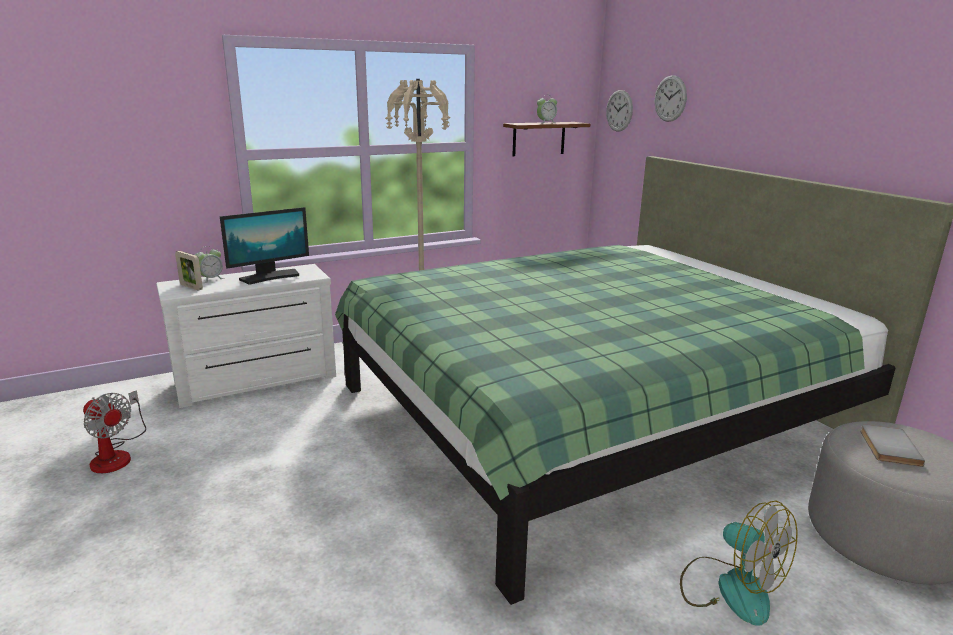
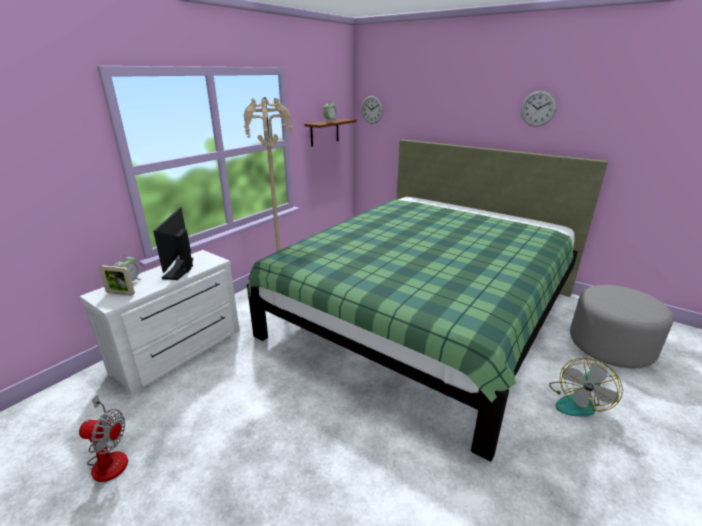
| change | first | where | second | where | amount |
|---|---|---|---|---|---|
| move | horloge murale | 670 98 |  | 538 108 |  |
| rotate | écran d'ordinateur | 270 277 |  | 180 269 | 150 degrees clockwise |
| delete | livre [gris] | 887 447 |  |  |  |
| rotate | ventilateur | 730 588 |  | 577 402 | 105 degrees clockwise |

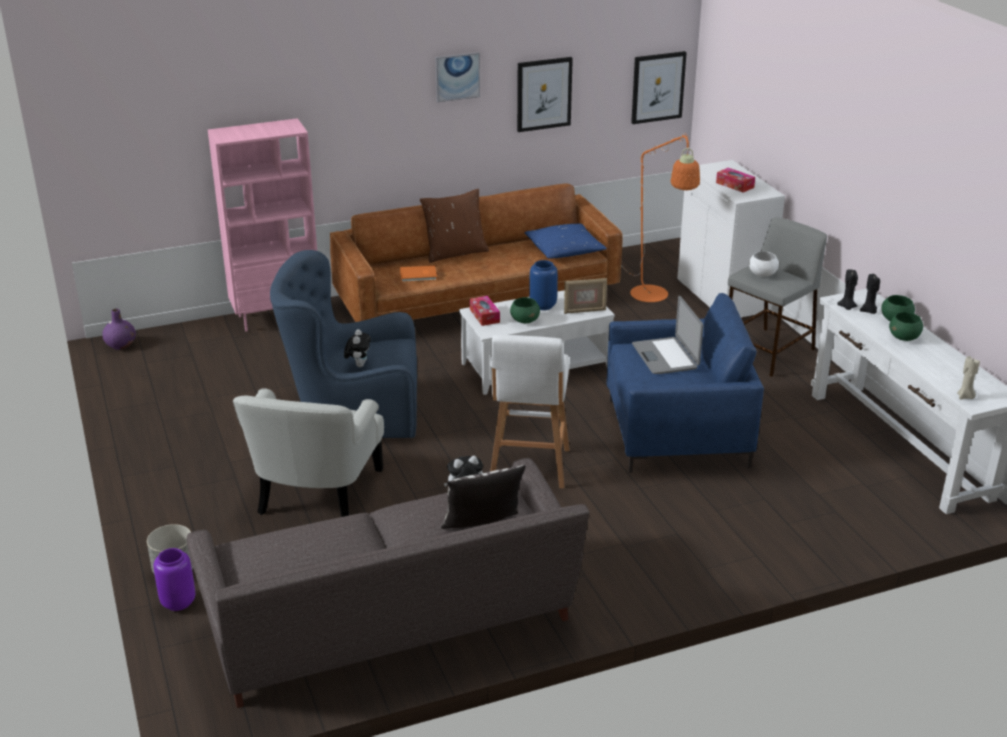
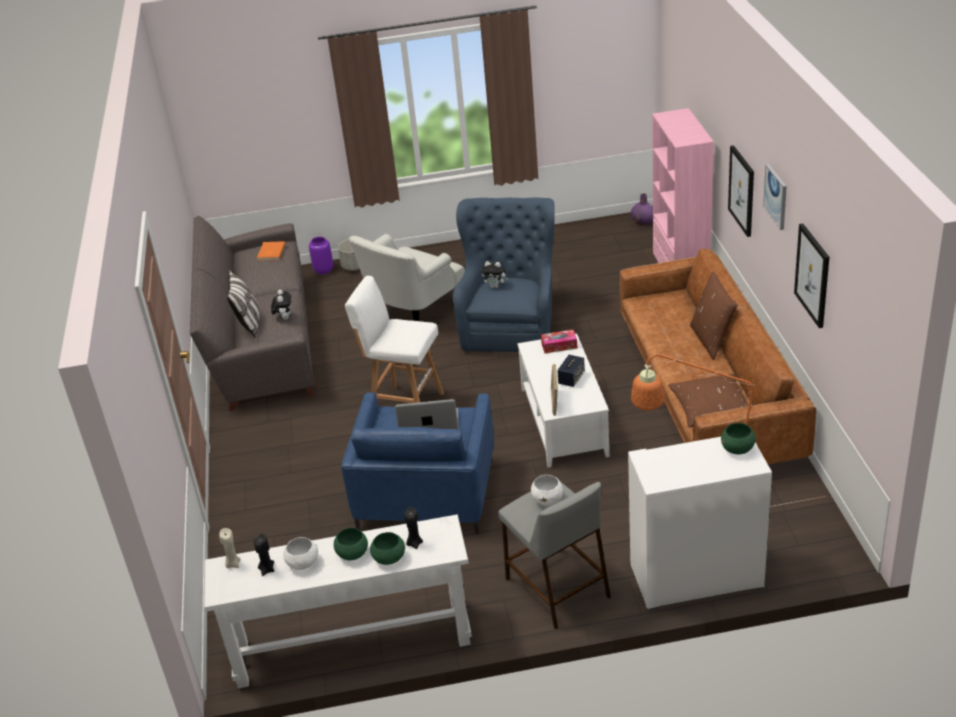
| change | first | where | second | where | amount |
|---|---|---|---|---|---|
| move | tableau | 657 87 |  | 742 190 |  |
| delete | boîte à mouchoirs | 735 185 |  |  |  |
| recolor | coussin [bleu] | 564 250 | coussin [marron] | 711 409 |  |
| replace | vase [bleu] | 542 306 | enceinte | 571 378 |  |
| move | livre [orange] | 419 275 |  | 270 252 |  |
| move | bougie [noir] | 847 307 |  | 267 569 |  |
| move | bol [vert] | 525 320 |  | 738 449 |  |
| rotate | fauteuil [blanc] | 317 492 |  | 413 312 | 75 degrees counterclockwise |
| insert |  |  | bol [blanc] | 302 563 |  |

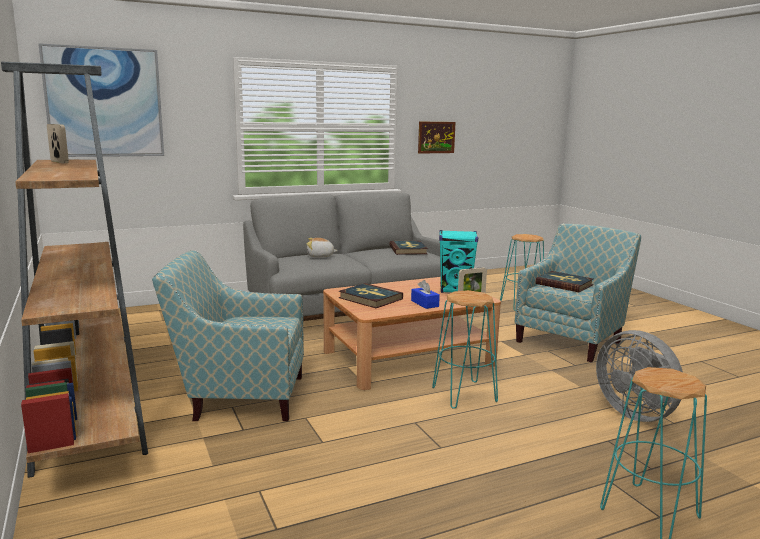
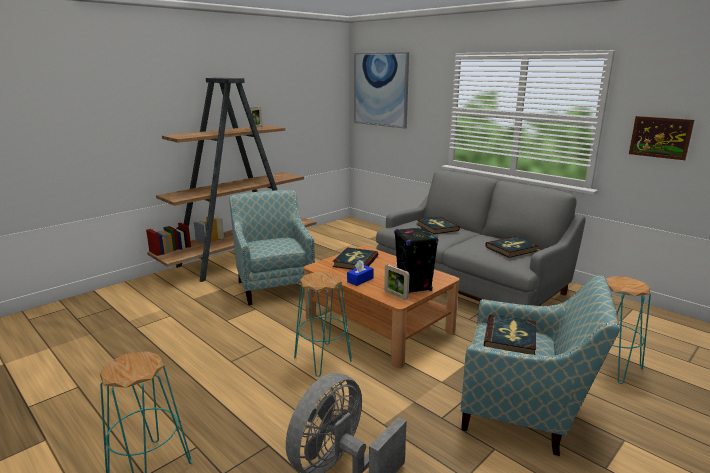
| change | first | where | second | where | amount |
|---|---|---|---|---|---|
| recolor | enceinte [turquoise] | 455 290 | enceinte [noir] | 414 286 |  |
| replace | peluche | 320 256 | livre | 437 227 |  |

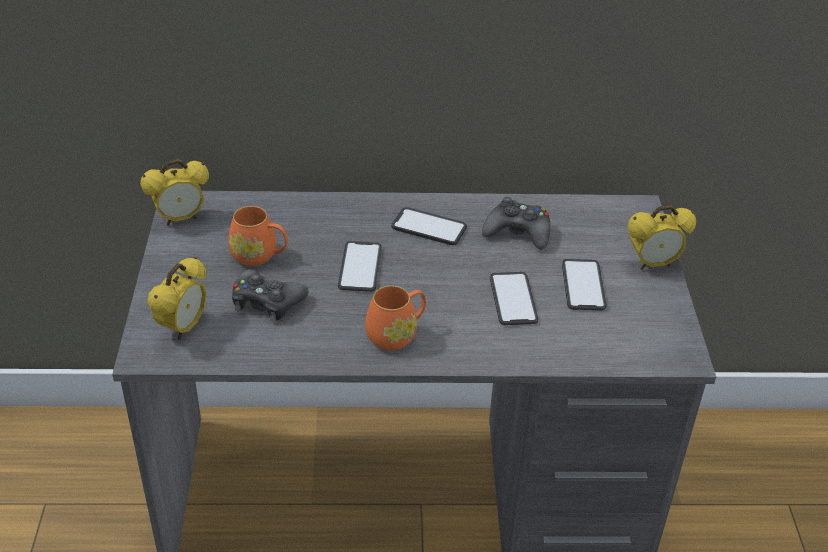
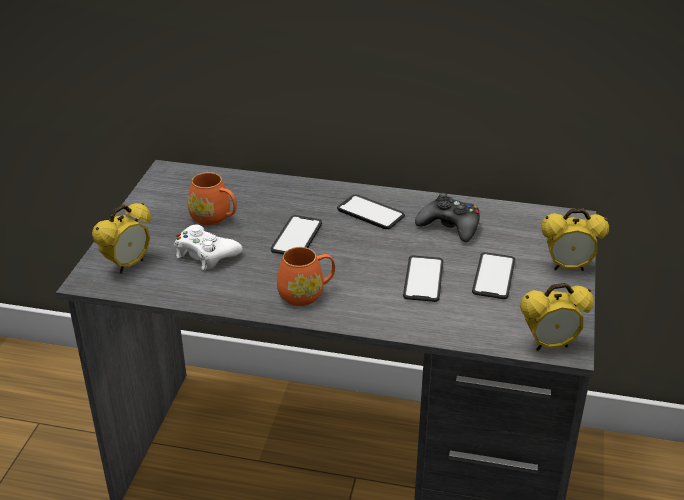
| change | first | where | second | where | amount |
|---|---|---|---|---|---|
| move | réveil | 180 219 |  | 550 345 |  |
| recolor | manette [noir] | 267 302 | manette [blanc] | 205 254 |  |

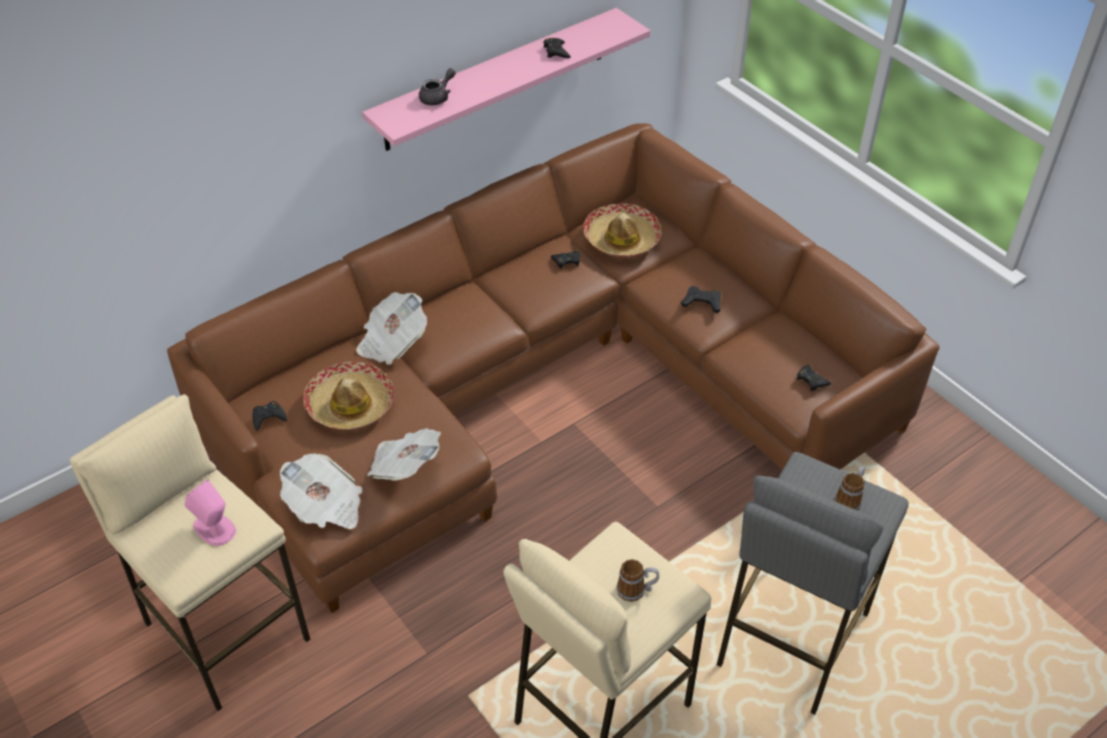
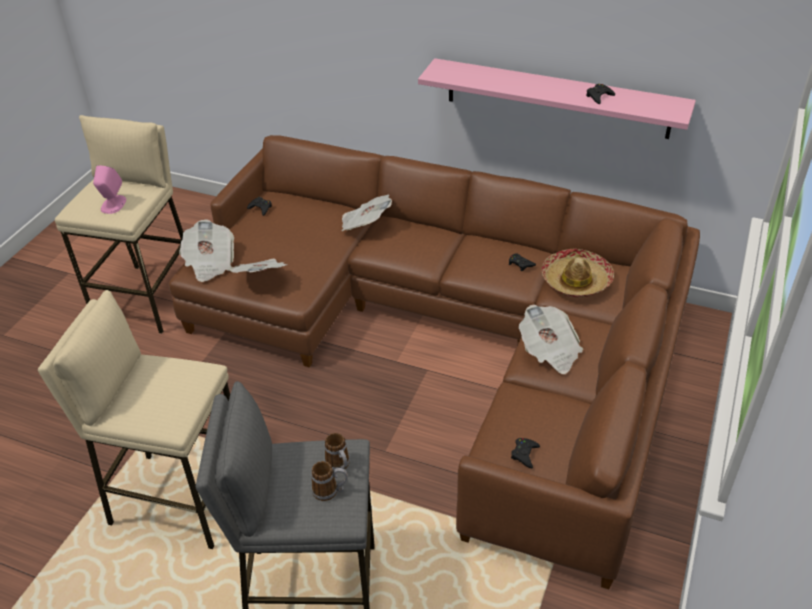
| change | first | where | second | where | amount |
|---|---|---|---|---|---|
| delete | théière [gris] | 438 97 |  |  |  |
| replace | manette [noir] | 702 302 | journal | 549 351 |  |
| delete | chapeau | 350 404 |  |  |  |
| move | mug | 636 590 |  | 339 466 |  |

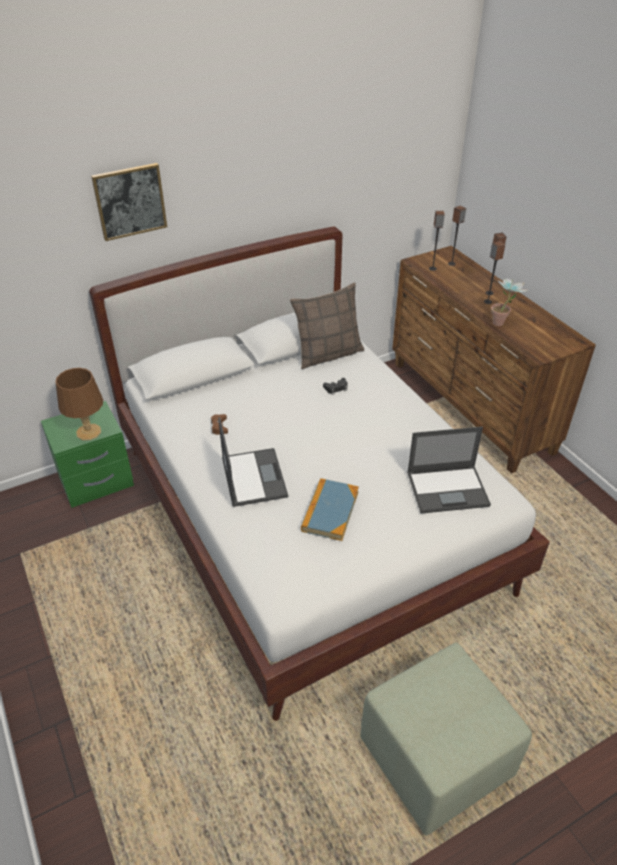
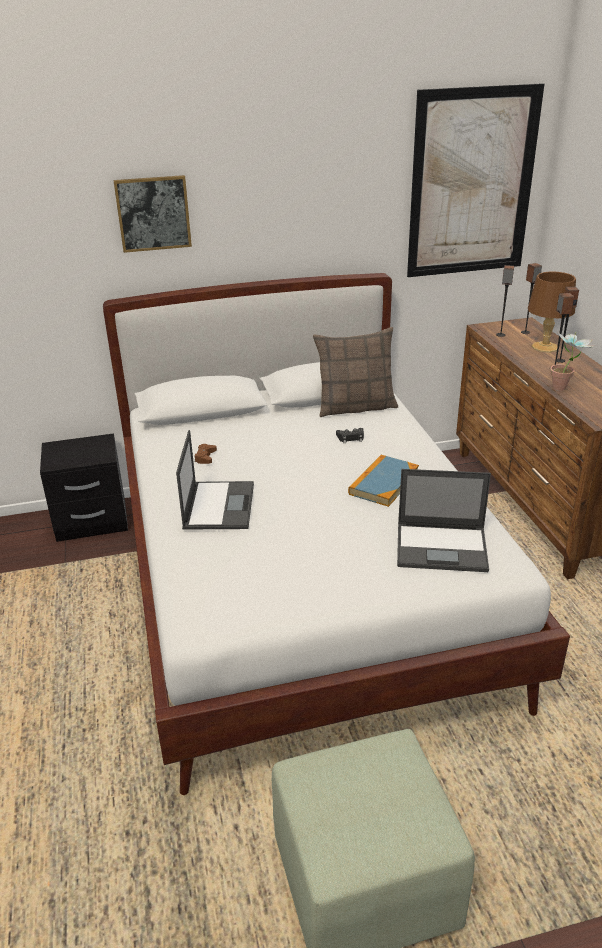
| change | first | where | second | where | amount |
|---|---|---|---|---|---|
| move | lampe de table [marron] | 88 432 |  | 544 347 |  |
| recolor | table de chevet [vert] | 96 482 | table de chevet [noir] | 92 522 |  |
| move | livre | 330 511 |  | 383 483 |  |
| insert |  |  | tableau | 472 184 |  |

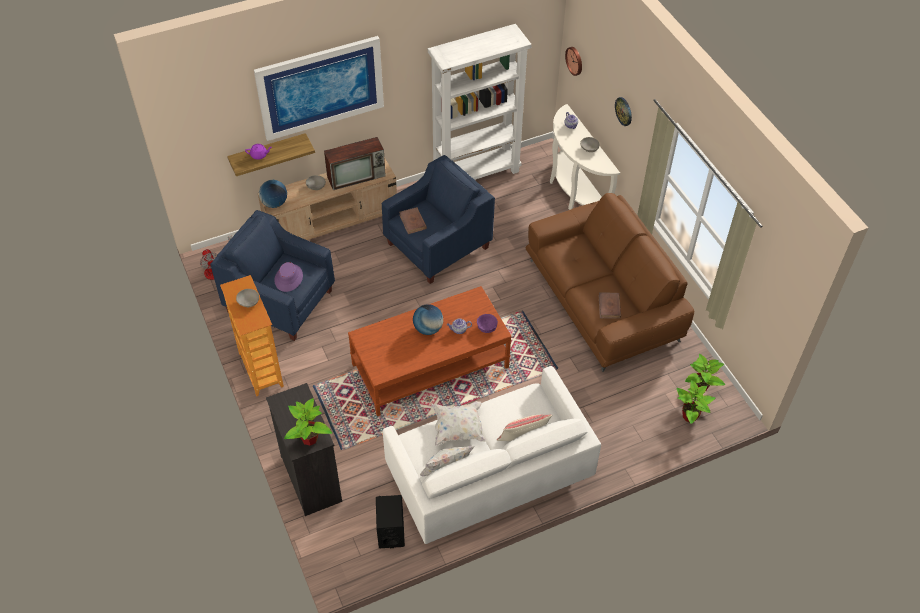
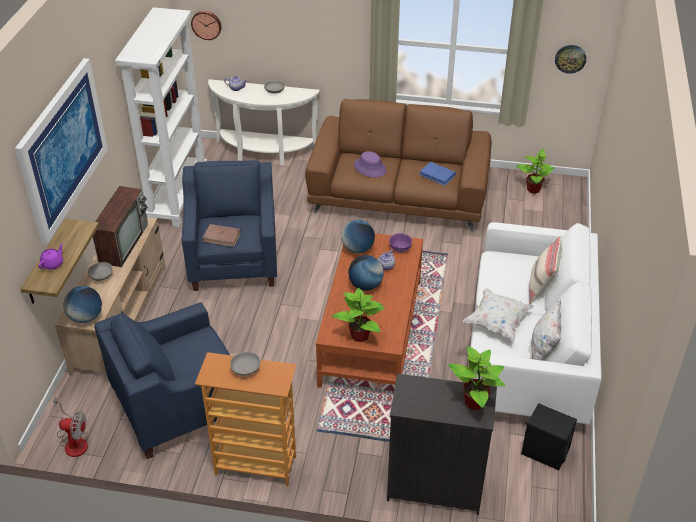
| change | first | where | second | where | amount |
|---|---|---|---|---|---|
| move | horloge murale | 624 111 |  | 570 58 |  |
| move | chapeau [violet] | 289 278 |  | 370 168 |  |
| recolor | livre [marron] | 609 307 | livre [bleu] | 437 175 |  |
| move | plante en pot | 690 417 |  | 360 336 |  |
| insert |  |  | globe | 357 249 |  |

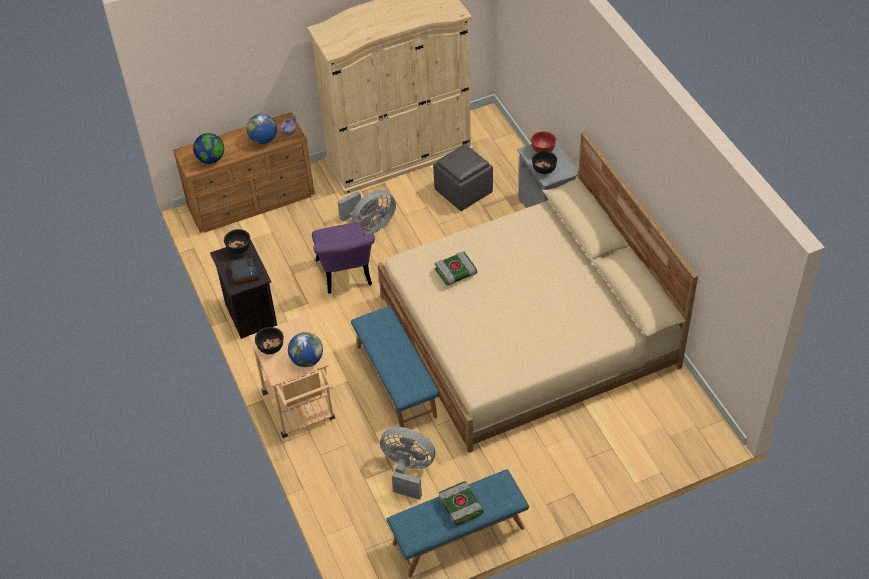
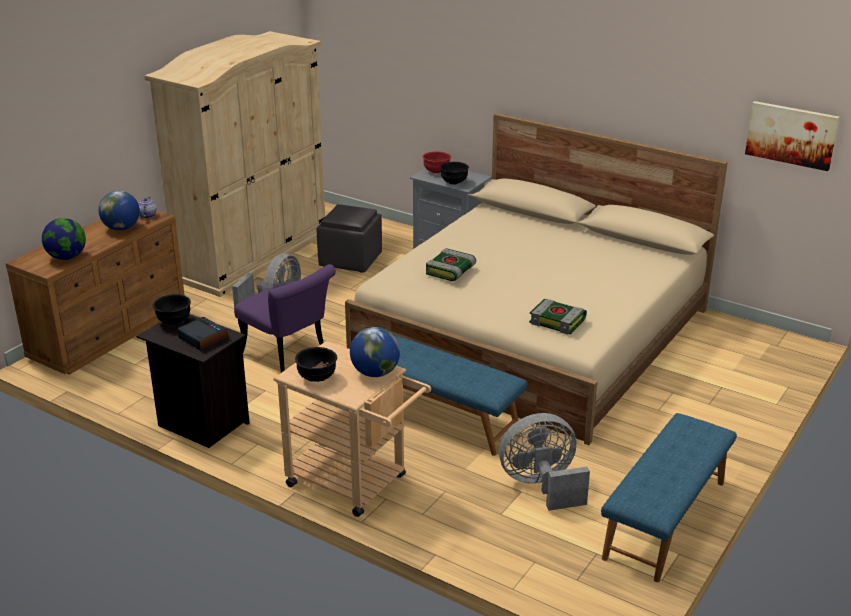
| change | first | where | second | where | amount |
|---|---|---|---|---|---|
| move | livre | 461 506 |  | 558 321 |  |
| insert |  |  | tableau | 791 135 |  |

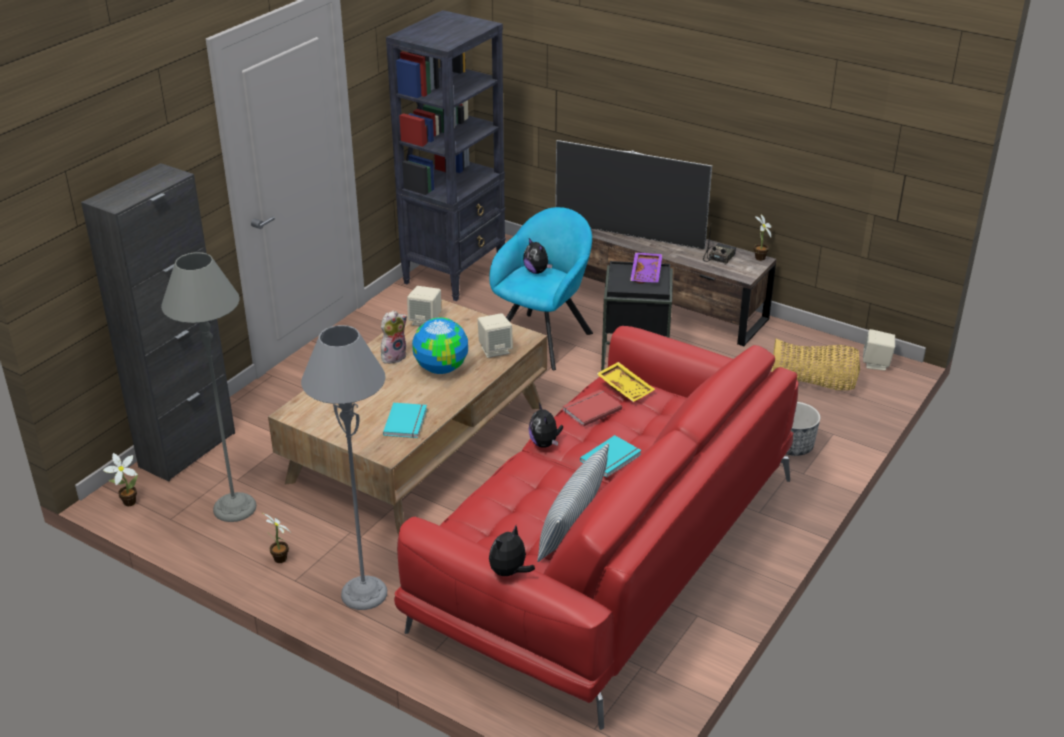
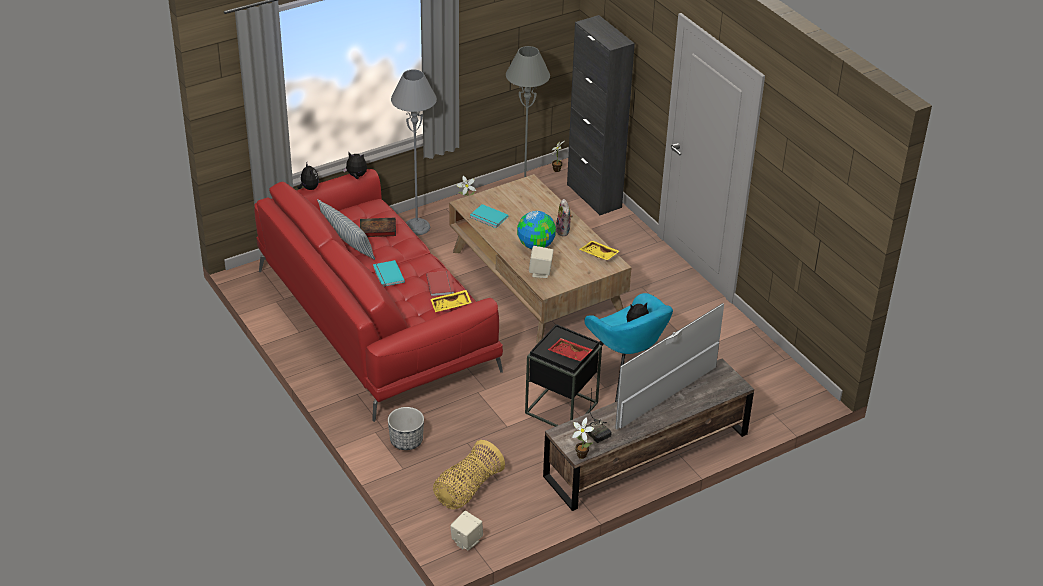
| change | first | where | second | where | amount |
|---|---|---|---|---|---|
| delete | bibliothèque [noir] | 455 274 |  |  |  |
| recolor | plateau [violet] | 647 273 | plateau [rouge] | 569 354 |  |
| replace | enceinte [beige] | 425 321 | plateau [jaune] | 598 255 |  |
| move | peluche | 545 444 |  | 356 176 |  |
| insert |  |  | livre | 377 230 |  |

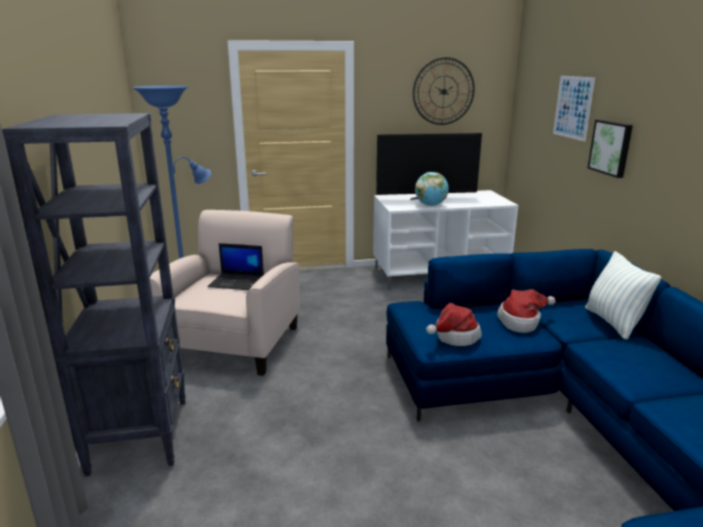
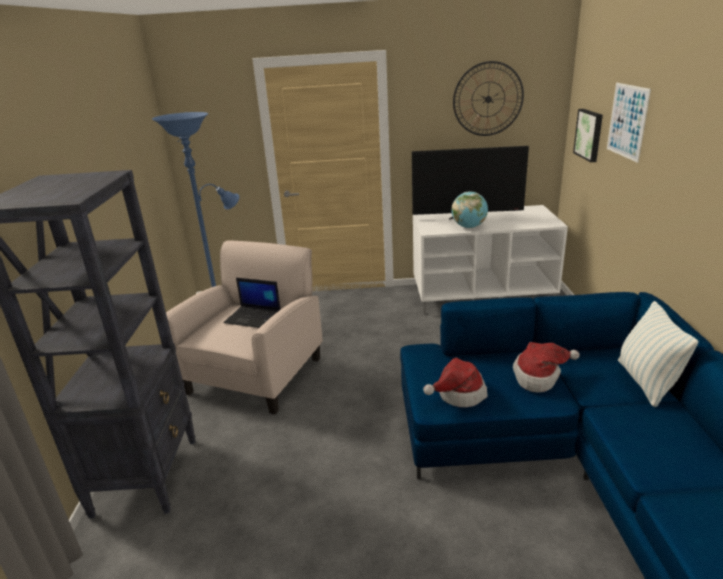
| change | first | where | second | where | amount |
|---|---|---|---|---|---|
| move | tableau | 611 147 |  | 589 134 |  |

